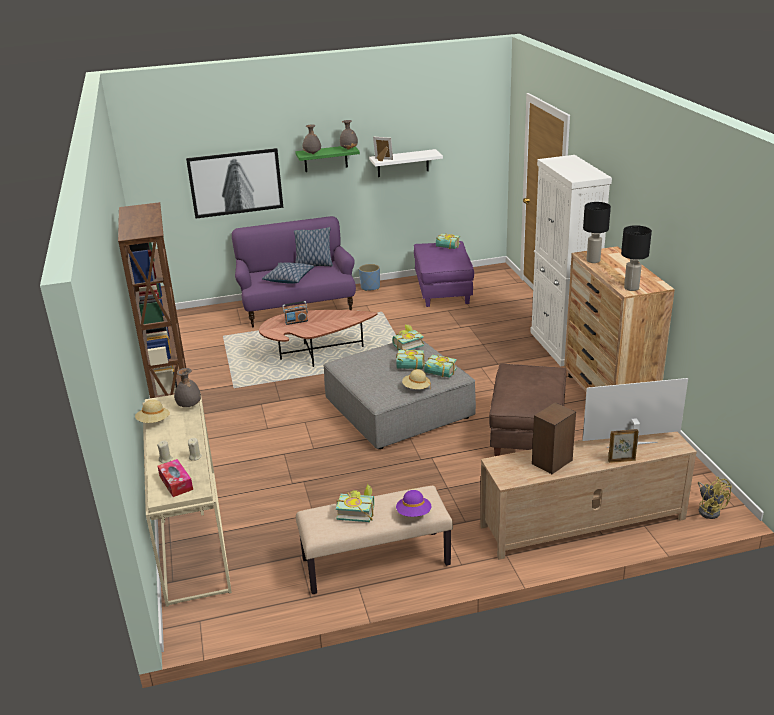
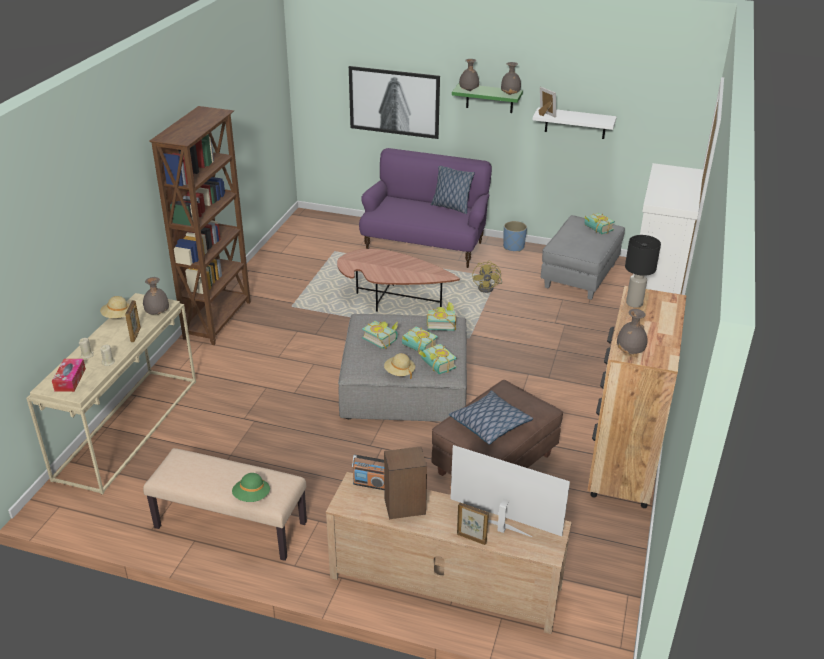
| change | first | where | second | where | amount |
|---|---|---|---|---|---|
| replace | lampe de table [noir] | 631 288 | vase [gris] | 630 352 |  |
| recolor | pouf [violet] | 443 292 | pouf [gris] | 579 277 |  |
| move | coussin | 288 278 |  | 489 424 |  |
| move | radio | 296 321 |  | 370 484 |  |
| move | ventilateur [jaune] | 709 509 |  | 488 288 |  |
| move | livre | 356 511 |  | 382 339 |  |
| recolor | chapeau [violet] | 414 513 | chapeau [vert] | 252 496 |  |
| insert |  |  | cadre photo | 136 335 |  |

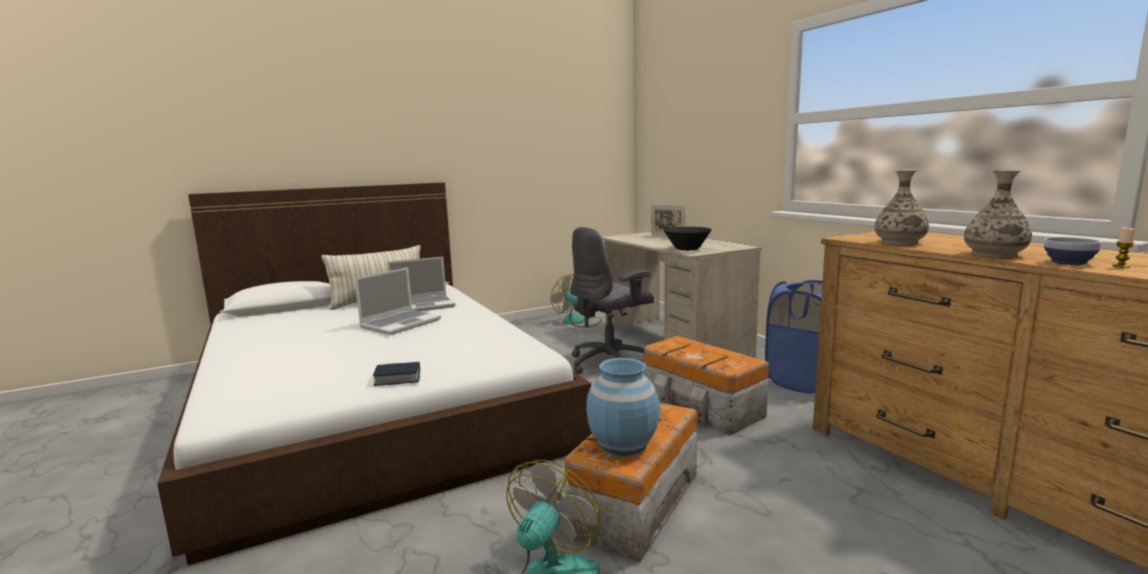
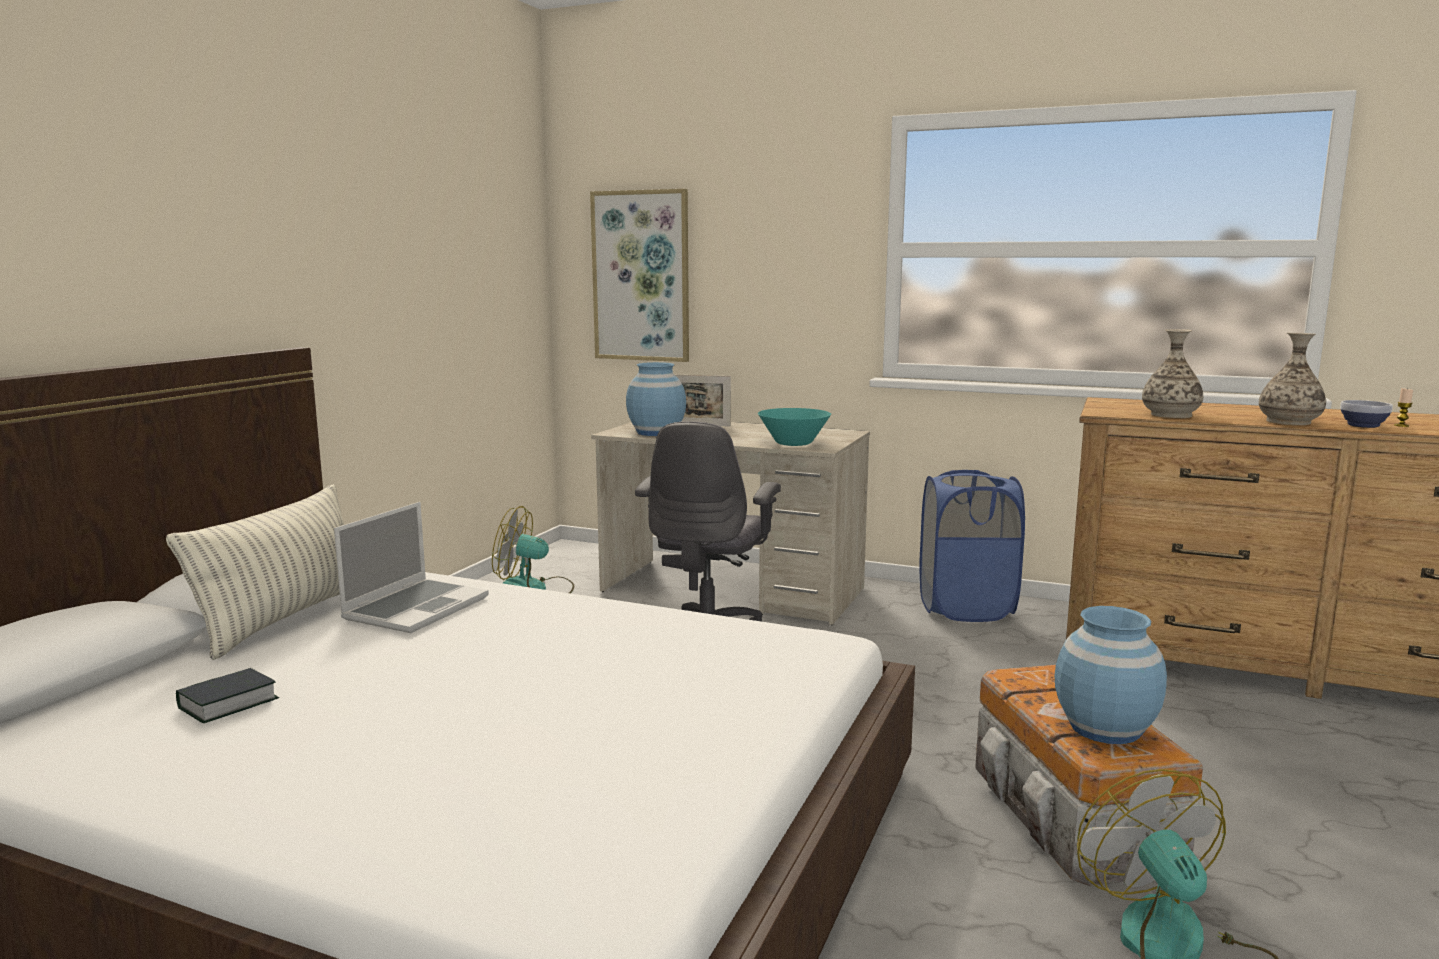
| change | first | where | second | where | amount |
|---|---|---|---|---|---|
| recolor | bol [noir] | 687 249 | bol [turquoise] | 794 443 |  |
| delete | ordinateur portable | 401 323 |  |  |  |
| delete | boîte de rangement | 702 408 |  |  |  |
| move | livre | 397 378 |  | 228 703 |  |
| insert |  |  | tableau | 641 276 |  |
| insert |  |  | vase [bleu] | 656 432 |  |

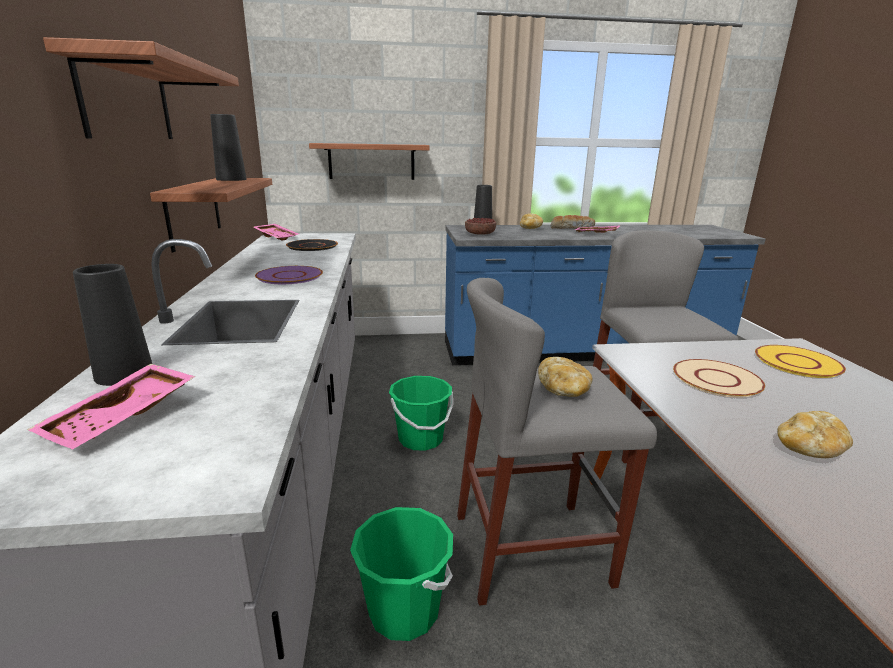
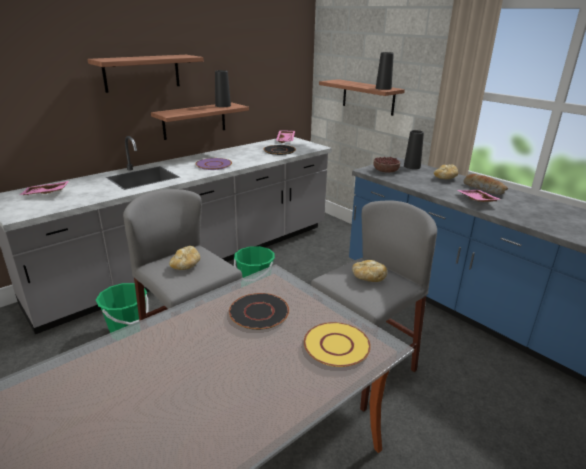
| change | first | where | second | where | amount |
|---|---|---|---|---|---|
| move | vase [noir] | 124 374 |  | 383 88 |  |
| recolor | assiette [beige] | 717 379 | assiette [noir] | 259 312 |  |
| move | pain | 808 449 |  | 368 278 |  |

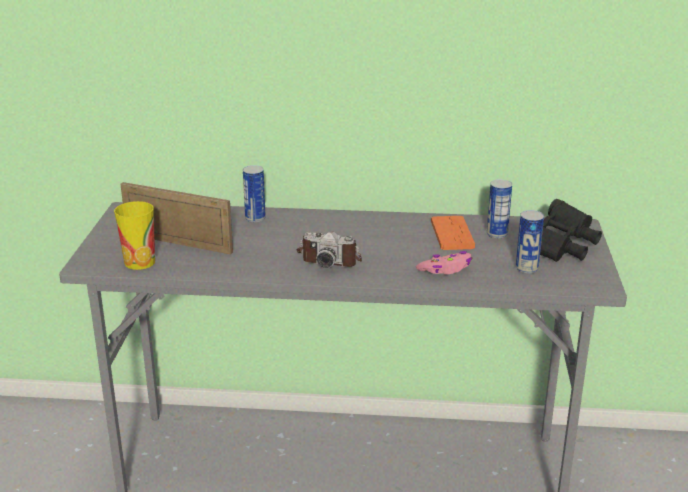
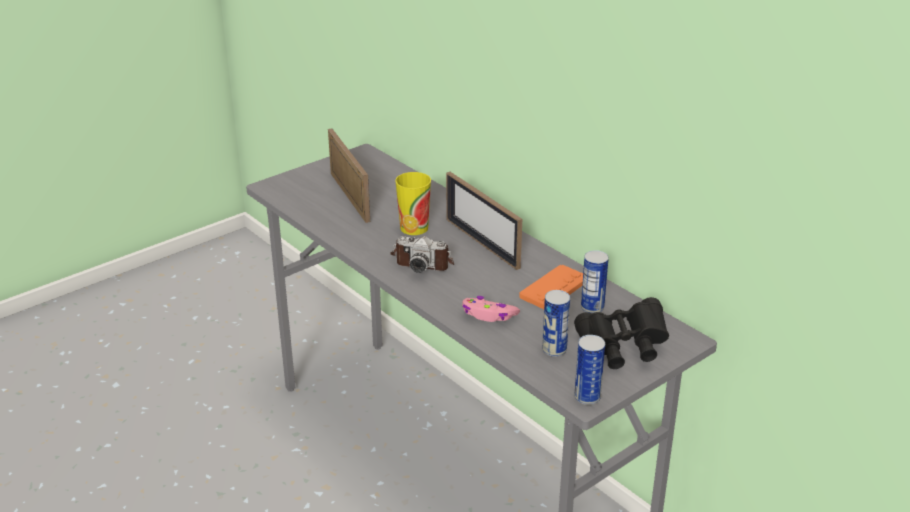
| change | first | where | second | where | amount |
|---|---|---|---|---|---|
| move | boîte métallique | 255 218 |  | 587 397 |  |
| move | tasse | 139 262 |  | 414 228 |  |
| rotate | appareil photo | 330 258 |  | 423 261 | 45 degrees counterclockwise |
| insert |  |  | cadre photo | 482 243 |  |

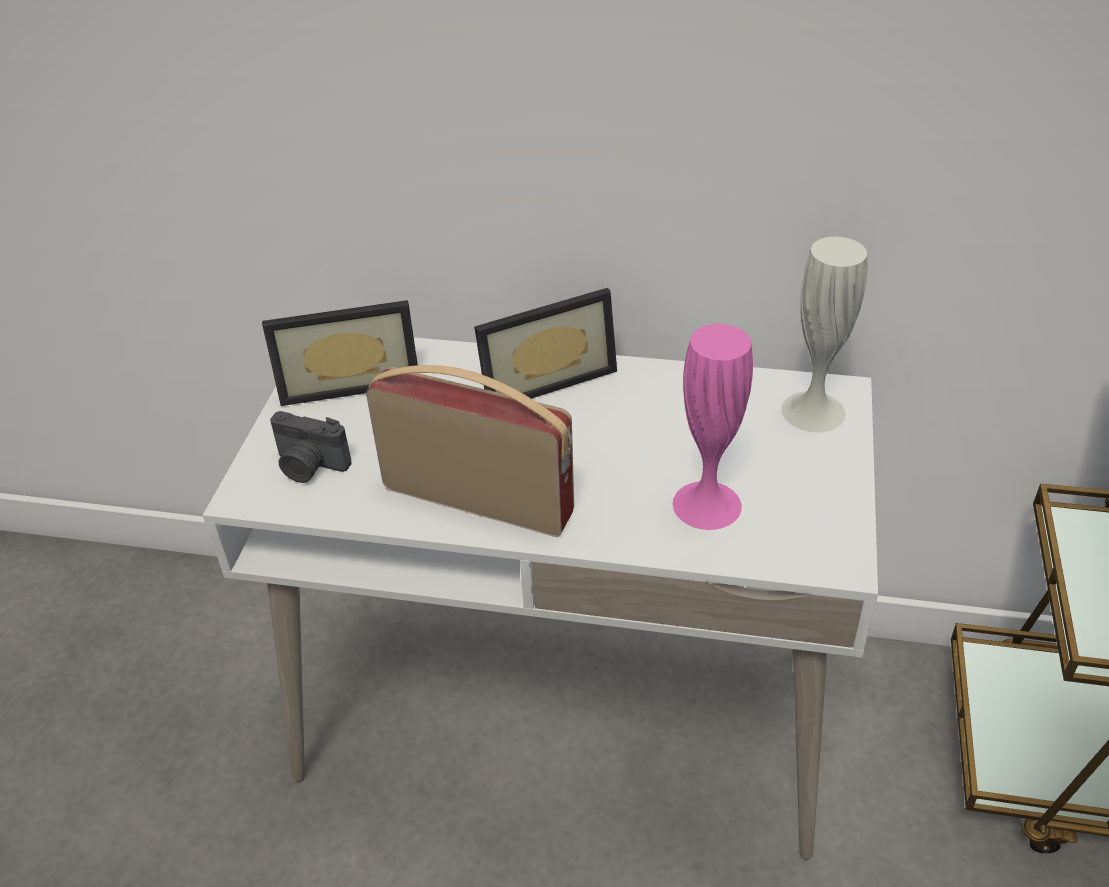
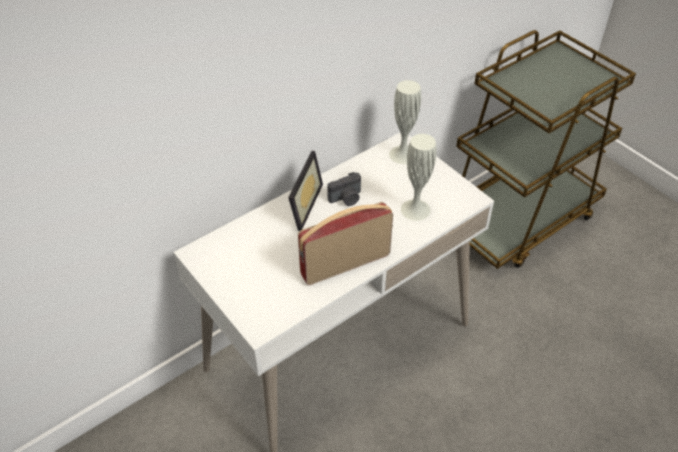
| change | first | where | second | where | amount |
|---|---|---|---|---|---|
| delete | cadre photo | 349 380 |  |  |  |
| recolor | vase [rose] | 707 504 | vase [blanc] | 415 209 |  |
| move | appareil photo | 309 466 |  | 346 199 |  |

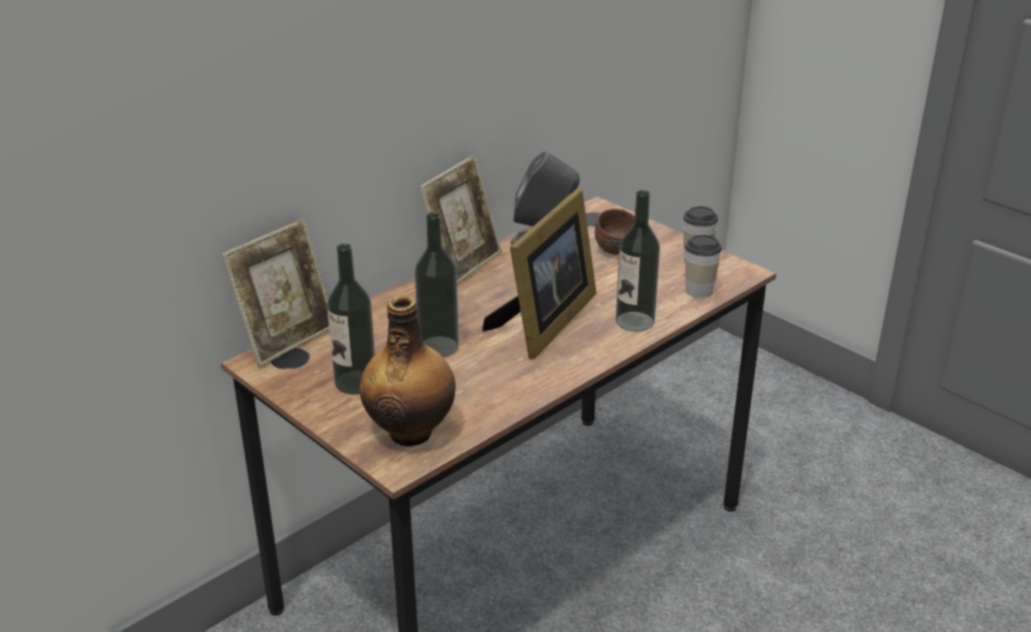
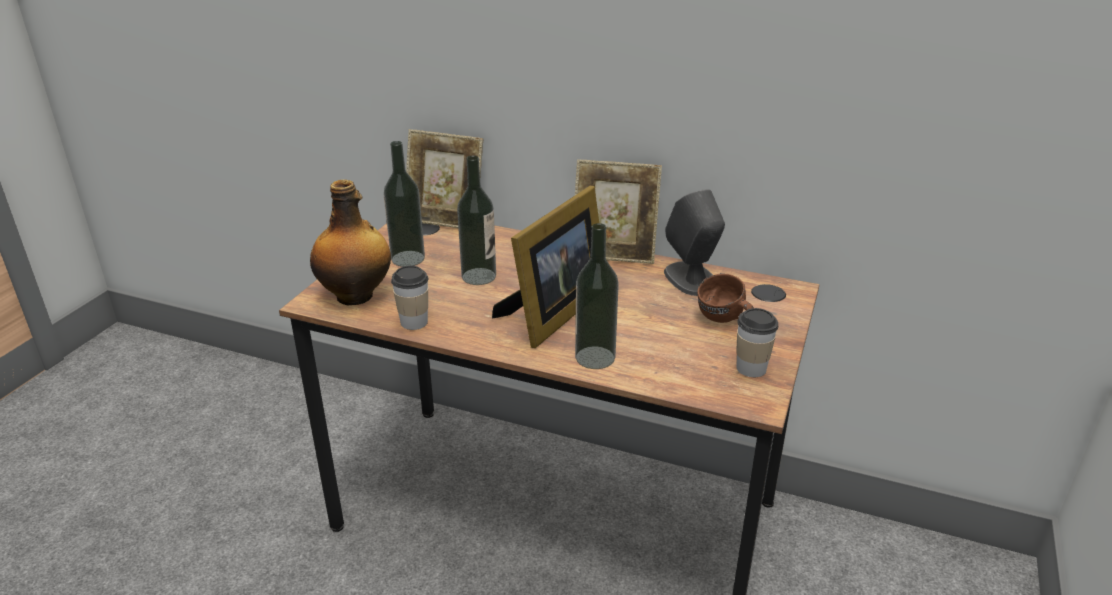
| change | first | where | second | where | amount |
|---|---|---|---|---|---|
| rotate | cadre photo | 545 323 |  | 553 312 | 60 degrees counterclockwise |
| move | tasse | 699 291 |  | 414 322 |  |

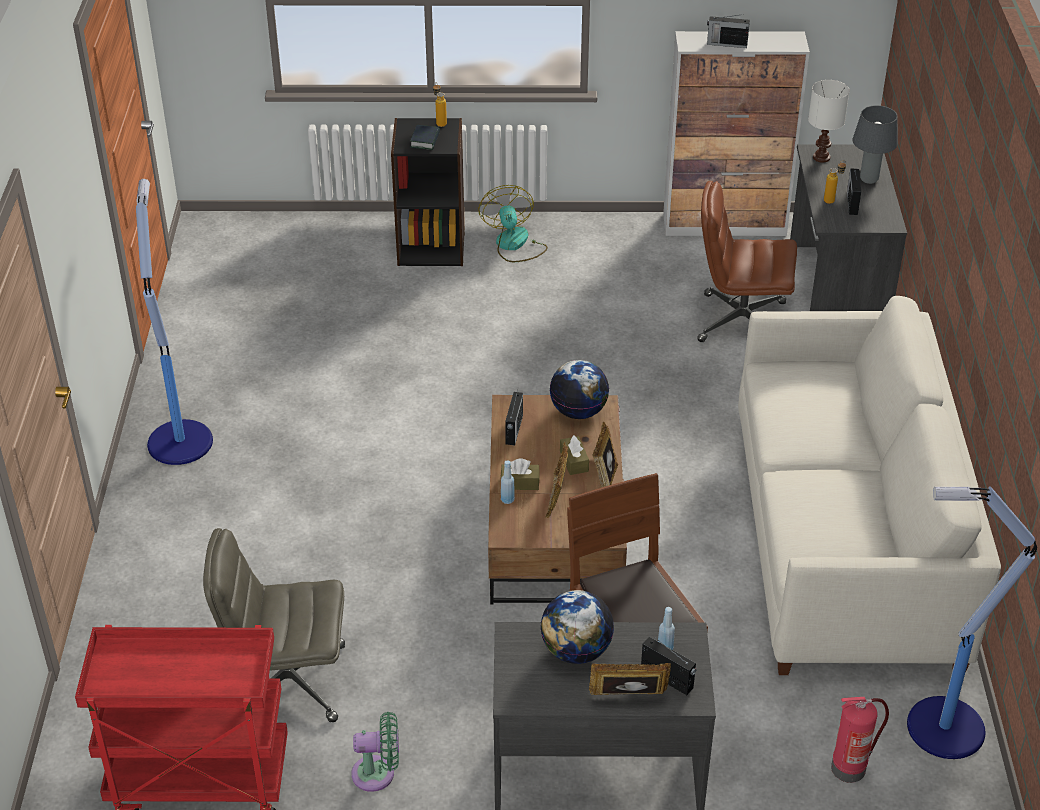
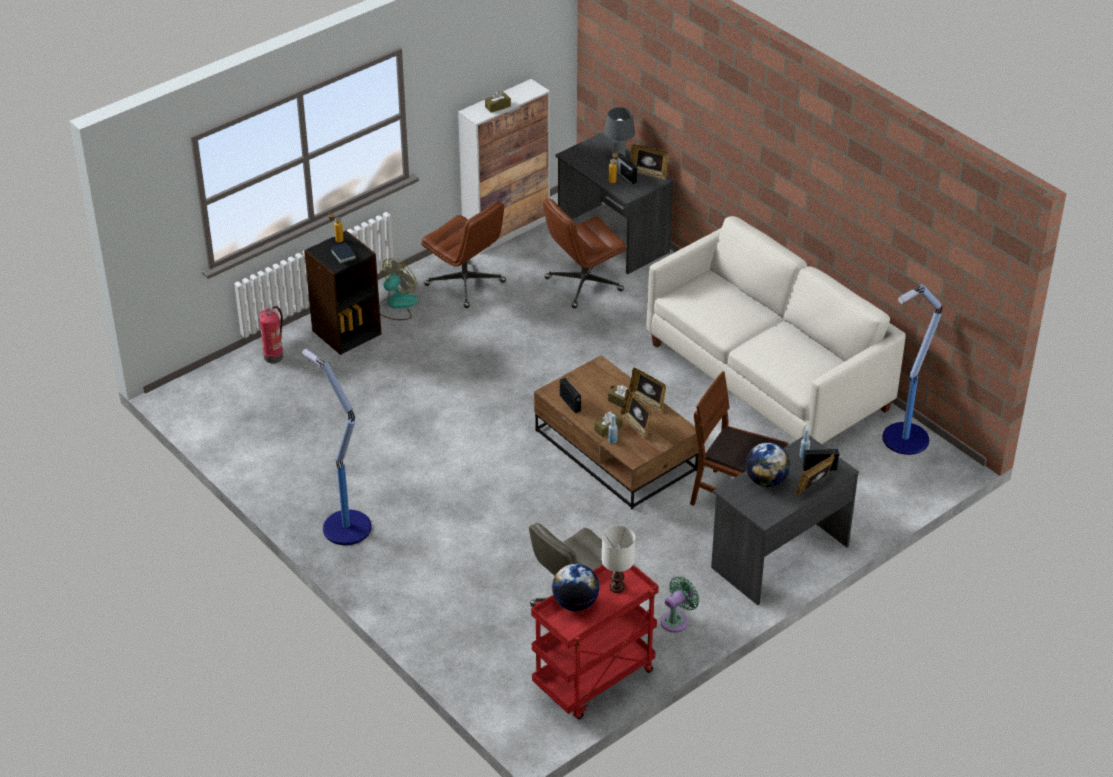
| change | first | where | second | where | amount |
|---|---|---|---|---|---|
| replace | radio | 726 44 | boîte à mouchoirs [marron] | 497 106 |  |
| move | lampe de table [blanc] | 821 158 |  | 617 587 |  |
| rotate | ventilateur | 514 245 |  | 397 305 | 90 degrees clockwise |
| move | globe | 579 411 |  | 575 603 |  |
| move | extincteur | 850 767 |  | 274 356 |  |
| insert |  |  | cadre photo | 648 173 |  |
| insert |  |  | chaise de bureau [marron] | 466 284 |  |

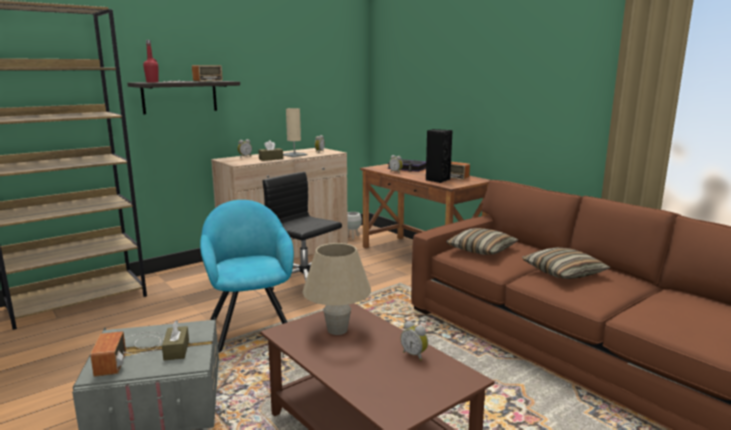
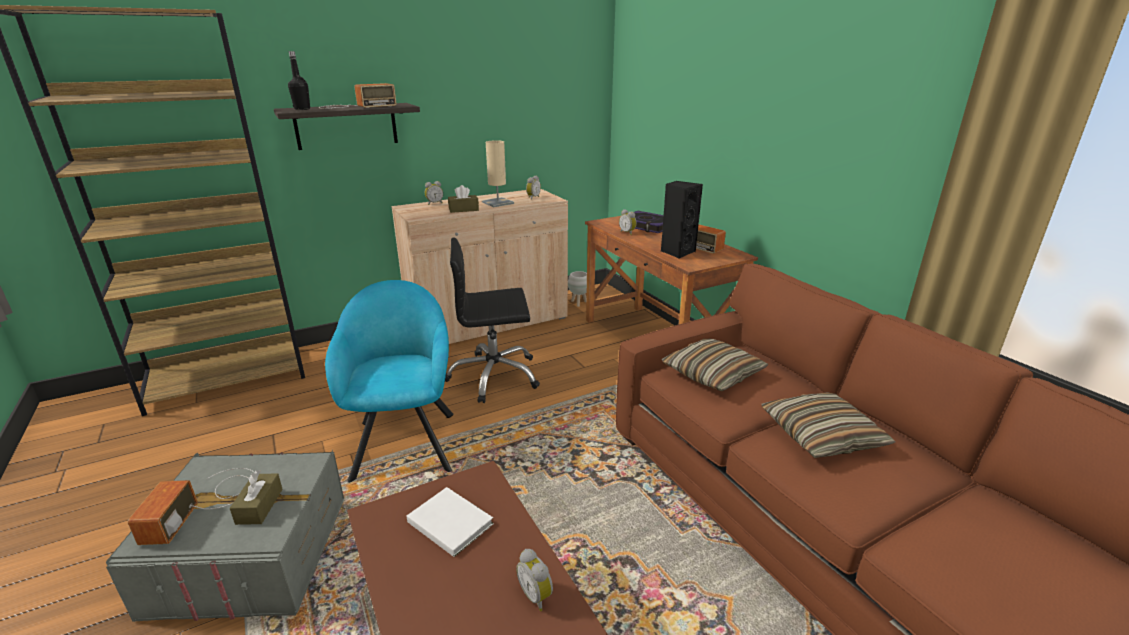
| change | first | where | second | where | amount |
|---|---|---|---|---|---|
| recolor | bouteille [rouge] | 152 82 | bouteille [noir] | 302 109 |  |
| rotate | chaise de bureau [noir] | 304 284 |  | 494 376 | 60 degrees counterclockwise |
| replace | lampe de table [beige] | 337 330 | livre [blanc] | 449 521 |  |

